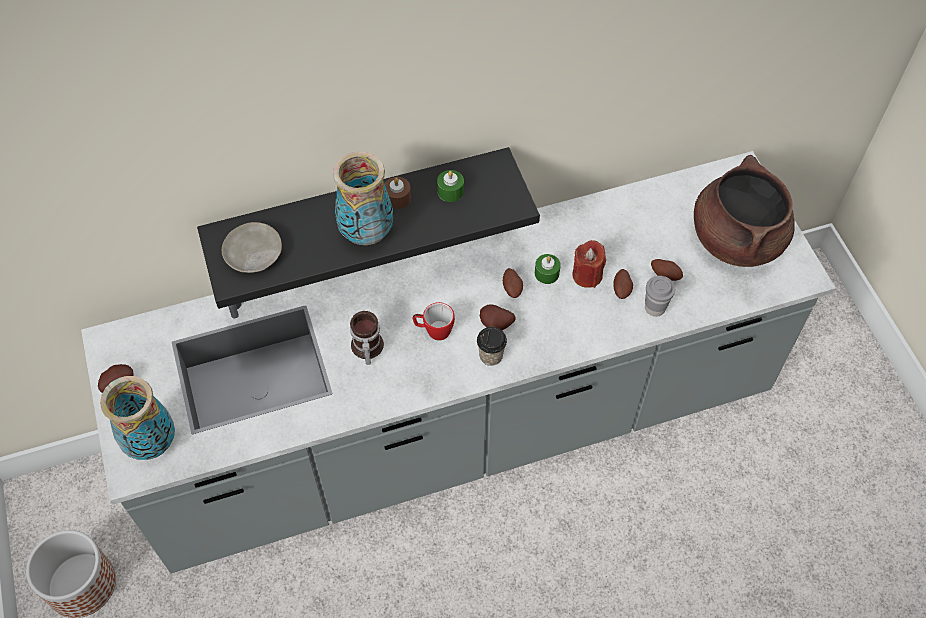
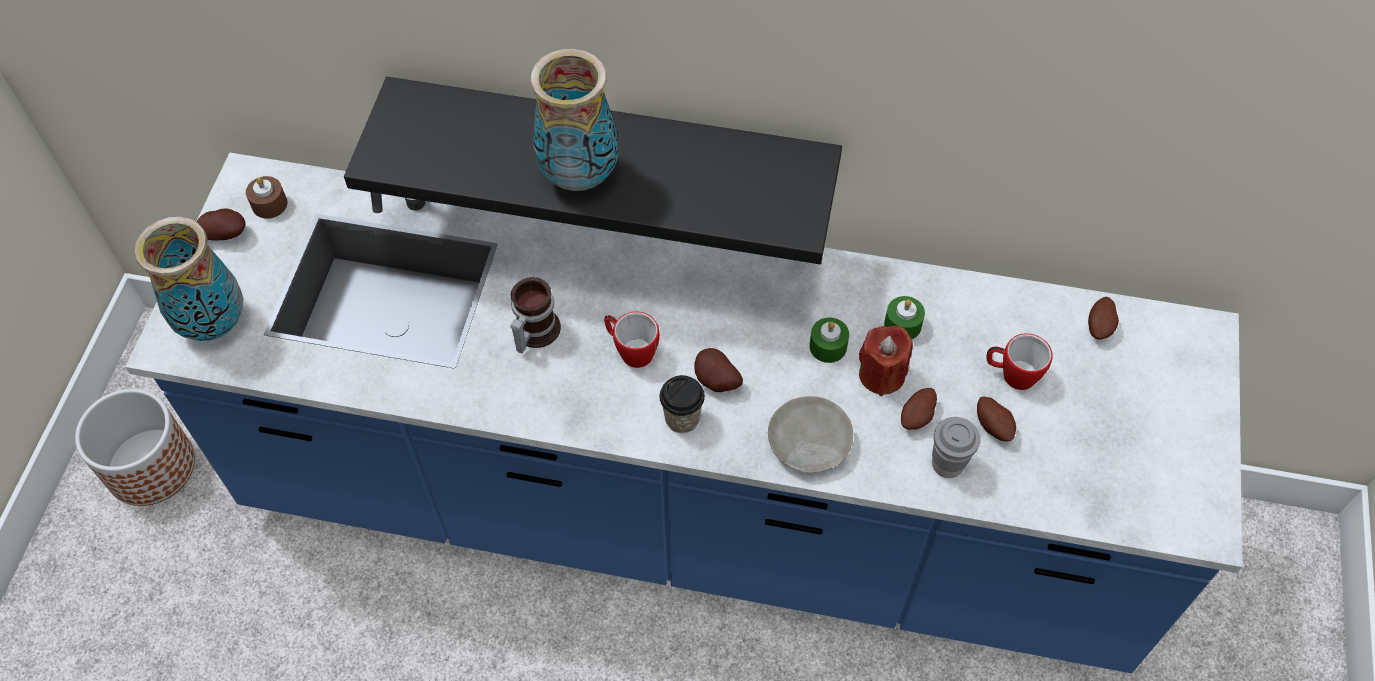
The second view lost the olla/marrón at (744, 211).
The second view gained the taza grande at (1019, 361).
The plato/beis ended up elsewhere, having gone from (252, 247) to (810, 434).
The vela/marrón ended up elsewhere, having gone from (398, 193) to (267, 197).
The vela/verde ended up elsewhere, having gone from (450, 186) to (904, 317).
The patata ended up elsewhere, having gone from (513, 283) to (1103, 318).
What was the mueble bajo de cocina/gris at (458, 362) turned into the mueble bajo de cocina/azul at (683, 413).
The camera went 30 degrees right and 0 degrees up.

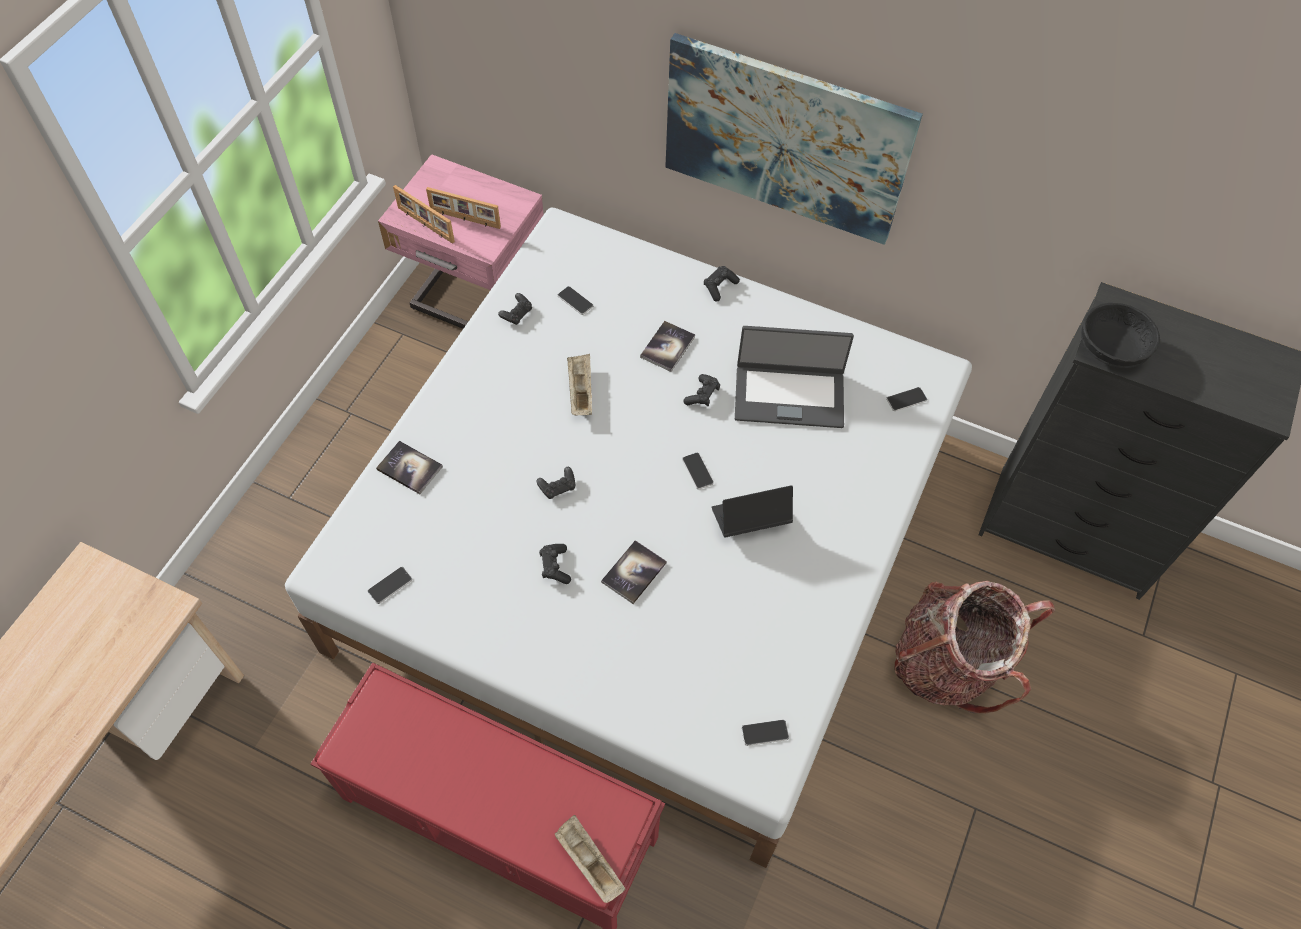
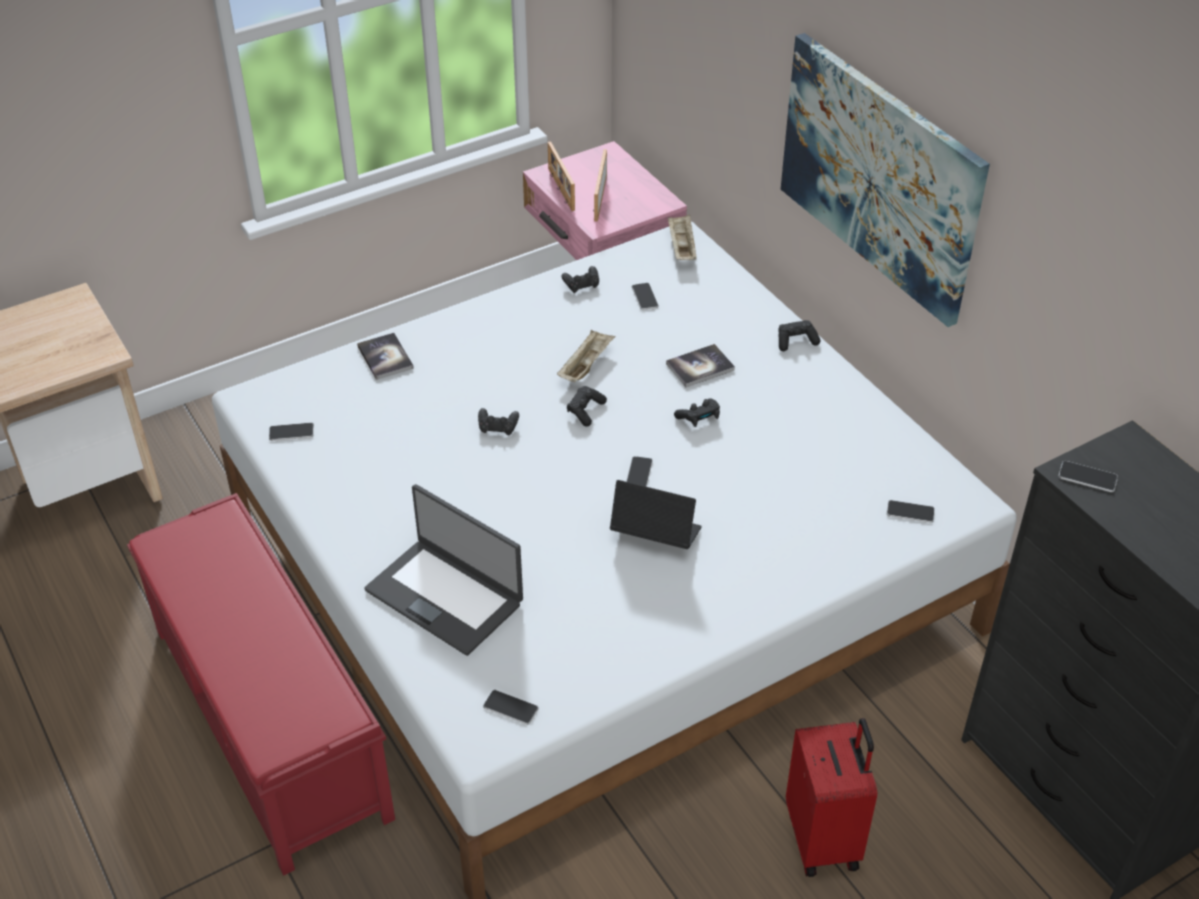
The second view lost the libro at (634, 572).
The mando de consola/negro ended up elsewhere, having gone from (555, 564) to (587, 406).
The bandeja/beis ended up elsewhere, having gone from (590, 859) to (682, 237).
The portátil ended up elsewhere, having gone from (794, 377) to (443, 570).
Where the mochila stood at (975, 647), the maleta/rojo came to stand at (831, 797).
Where the cuenco/negro stood at (1120, 335), the móvil came to stand at (1088, 476).
The portarretratos at (463, 208) ended up facing another way, 45 degrees clockwise from before.
The camera went 35 degrees right and 15 degrees down.

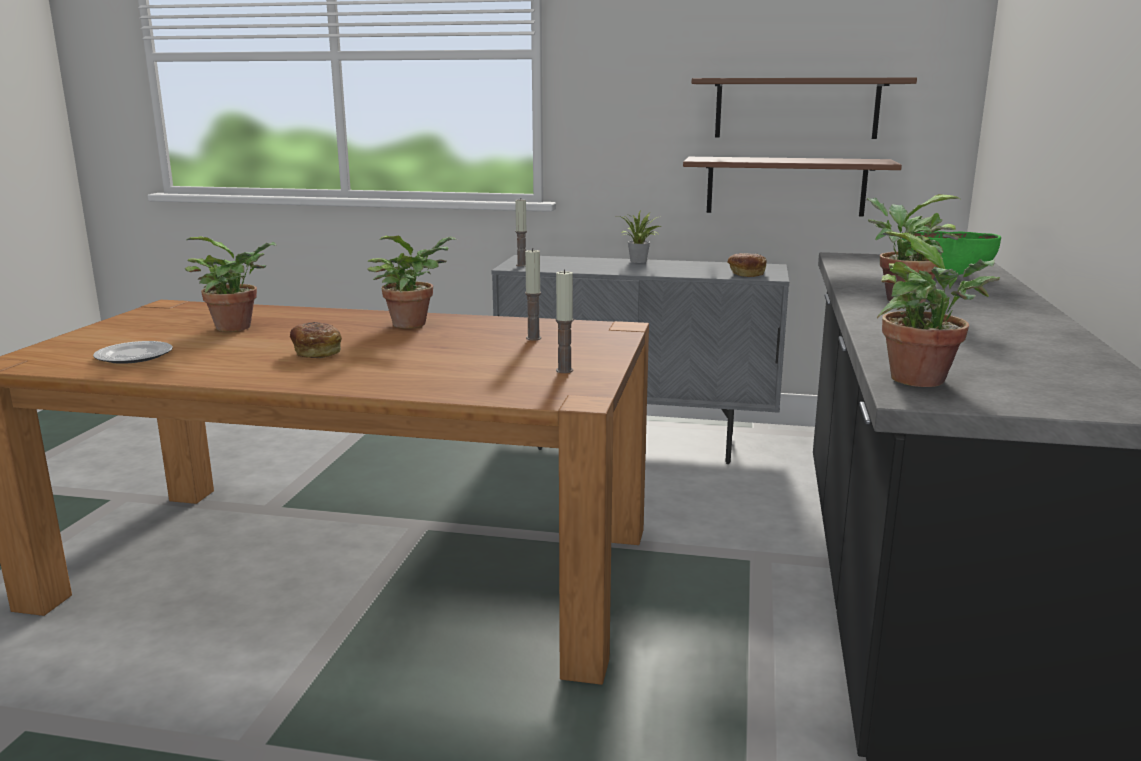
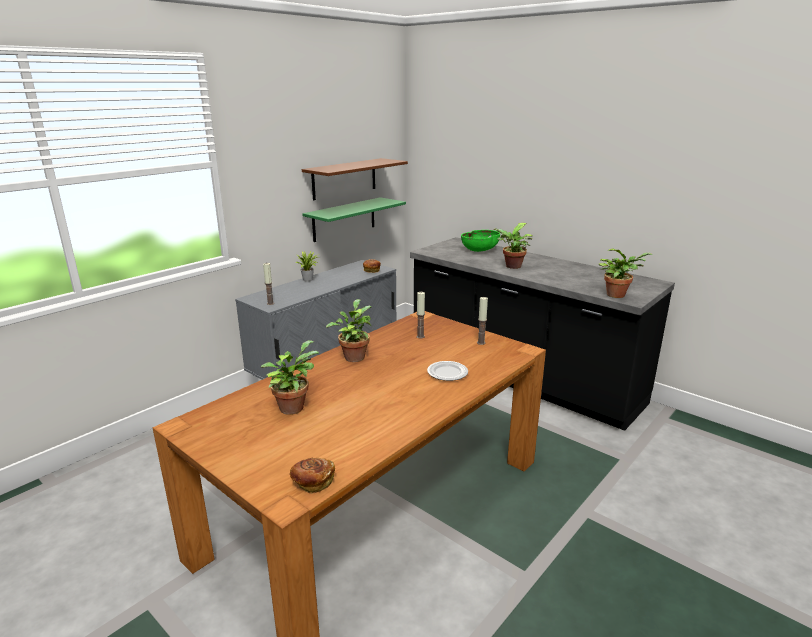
The plato ended up elsewhere, having gone from (133, 352) to (447, 371).
The pan ended up elsewhere, having gone from (316, 340) to (312, 476).
What was the estante/marrón at (792, 187) turned into the estante/verde at (354, 219).
The camera went 60 degrees left and 5 degrees up.

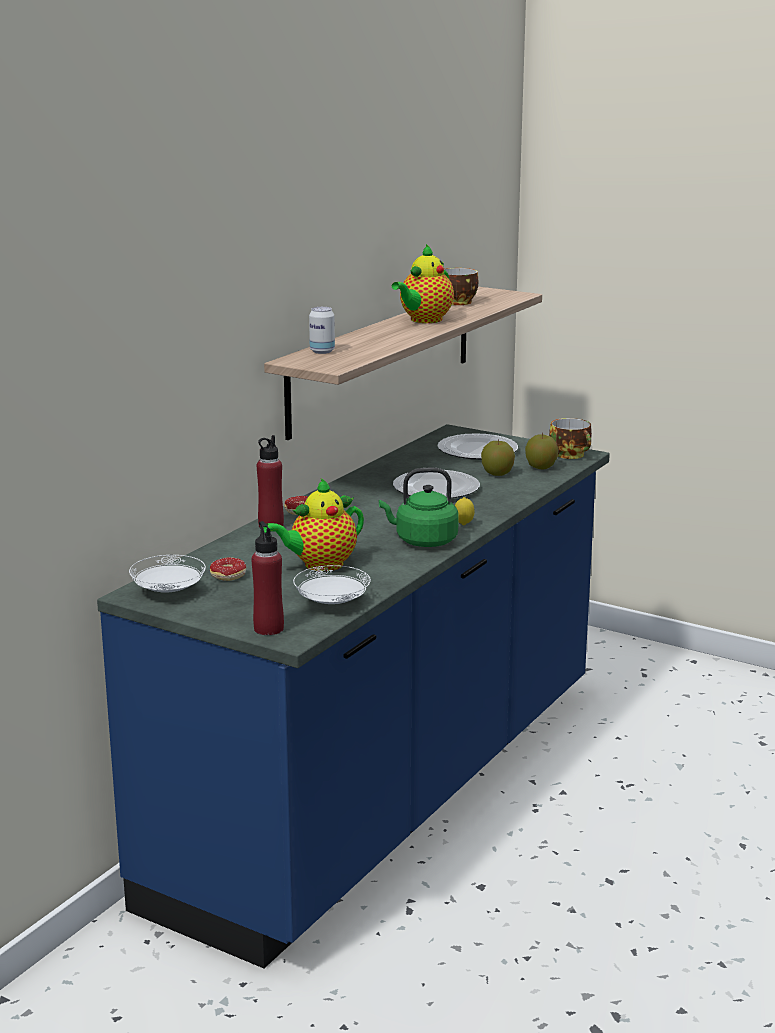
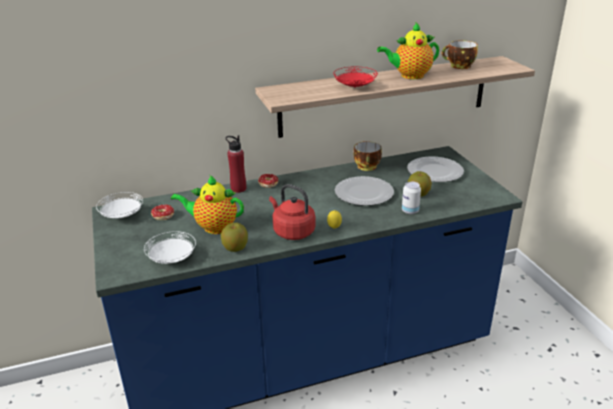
The second view lost the botella/rojo at (267, 578).
The second view gained the plato/rojo at (355, 77).
The lata ended up elsewhere, having gone from (322, 330) to (411, 198).
The manzana ended up elsewhere, having gone from (541, 451) to (234, 237).
The taza ended up elsewhere, having gone from (570, 438) to (367, 156).
What was the hervidor/verde at (419, 507) turned into the hervidor/rojo at (292, 212).
The camera went 40 degrees right and 10 degrees up.

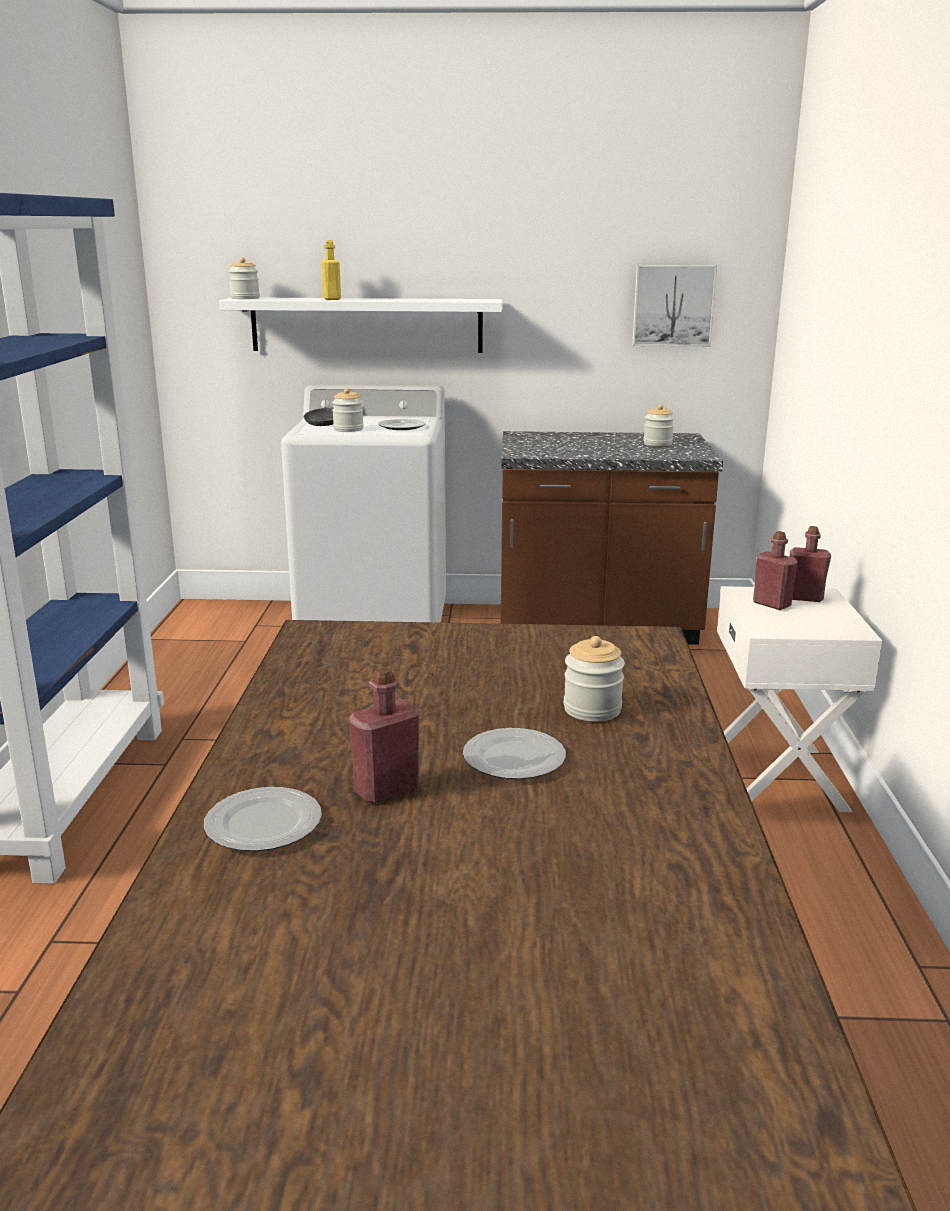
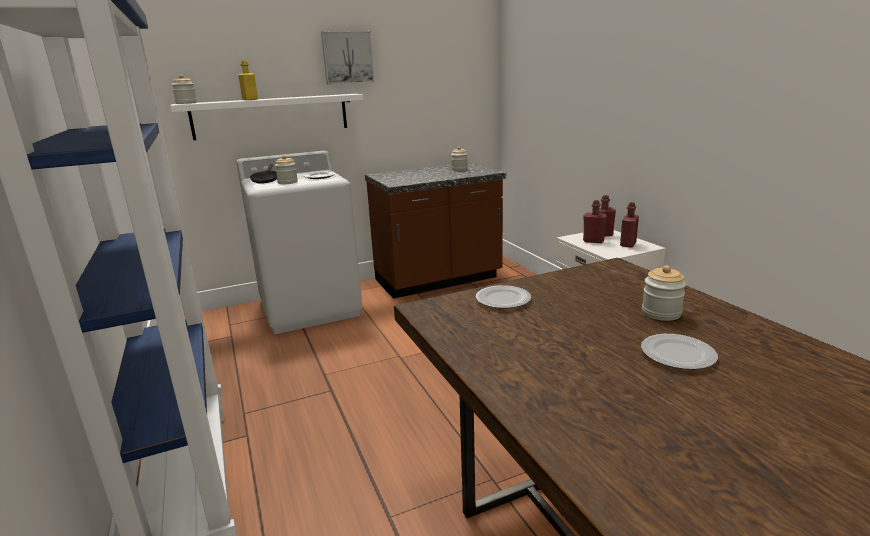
The plato ended up elsewhere, having gone from (263, 819) to (503, 297).
The botella/rojo ended up elsewhere, having gone from (384, 735) to (629, 225).
The cuadro ended up elsewhere, having gone from (674, 306) to (348, 58).
The camera went 25 degrees left and 0 degrees up.

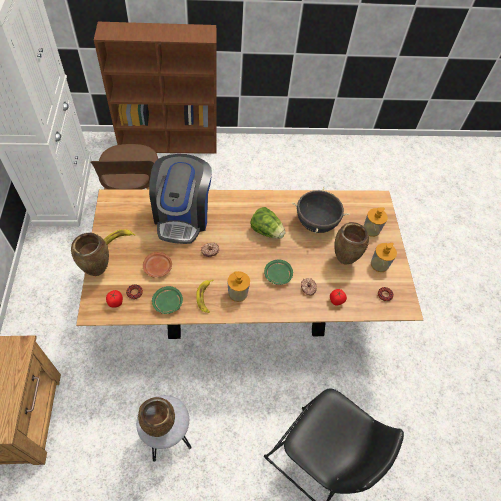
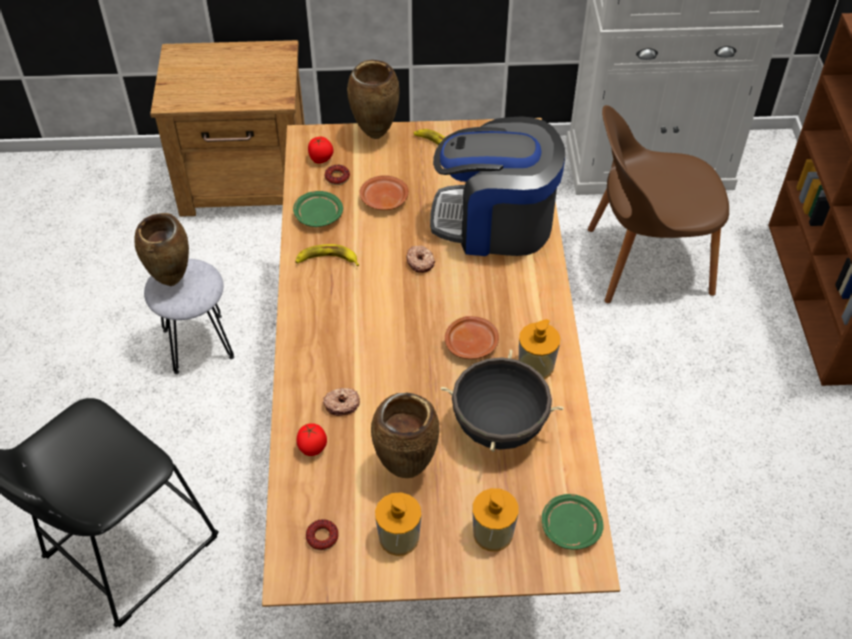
The dispensador de jabón ended up elsewhere, having gone from (238, 286) to (539, 349).
The plato/verde ended up elsewhere, having gone from (278, 272) to (573, 522).
Where the lechuga stood at (267, 223), the plato/marrón came to stand at (472, 337).
The camera went 95 degrees right and 5 degrees down.

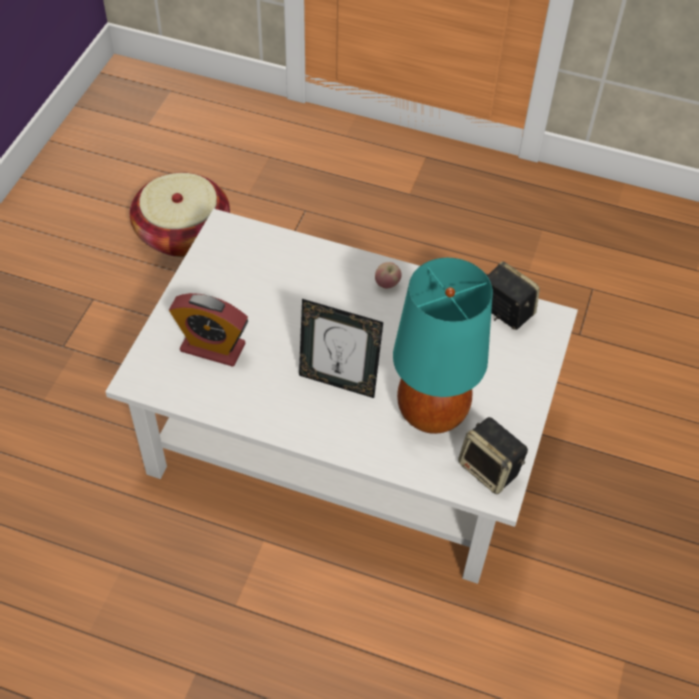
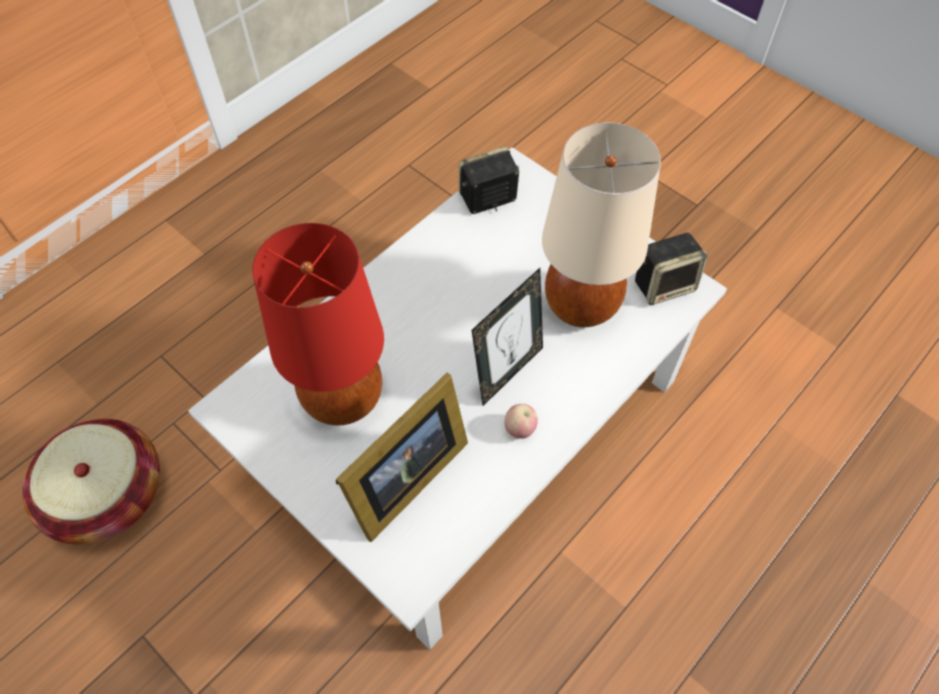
The second view gained the lámpara de mesa/rojo at (318, 324).
The manzana ended up elsewhere, having gone from (388, 275) to (521, 421).
Where the despertador stood at (208, 330), the portarretratos came to stand at (402, 457).
What was the lámpara de mesa/turquesa at (443, 346) turned into the lámpara de mesa/beis at (601, 224).
The camera went 65 degrees left and 5 degrees up.

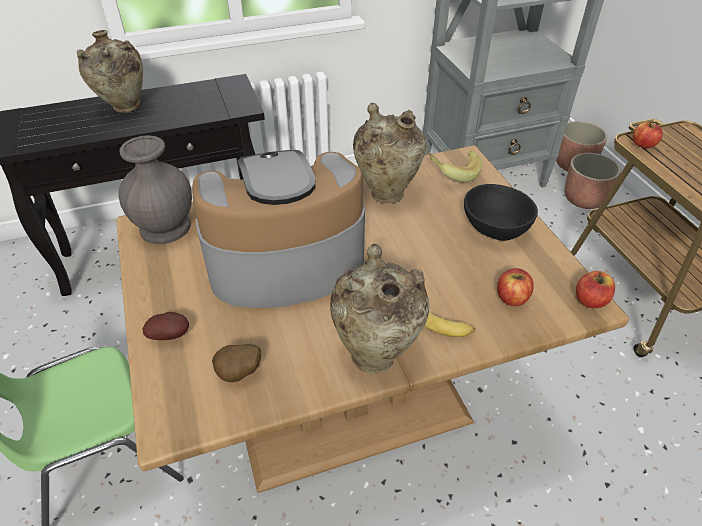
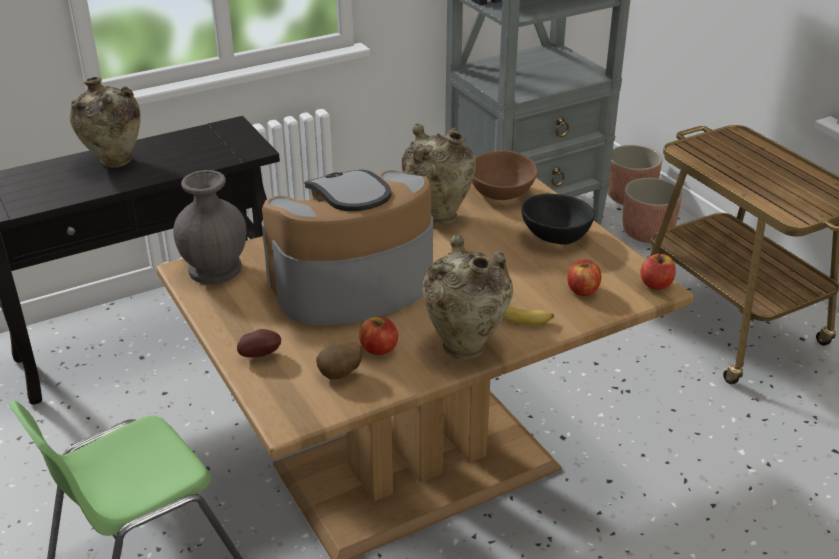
The manzana ended up elsewhere, having gone from (648, 135) to (378, 336).
Where the plátano stood at (453, 166), the cuenco/marrón came to stand at (505, 175).
The camera went 10 degrees left and 10 degrees down.

